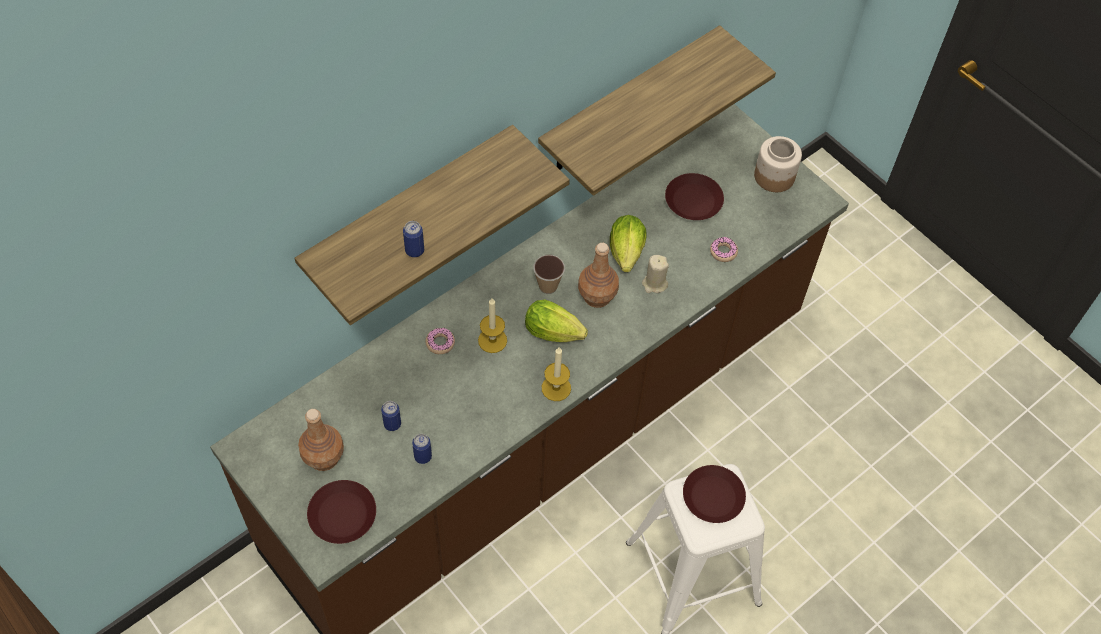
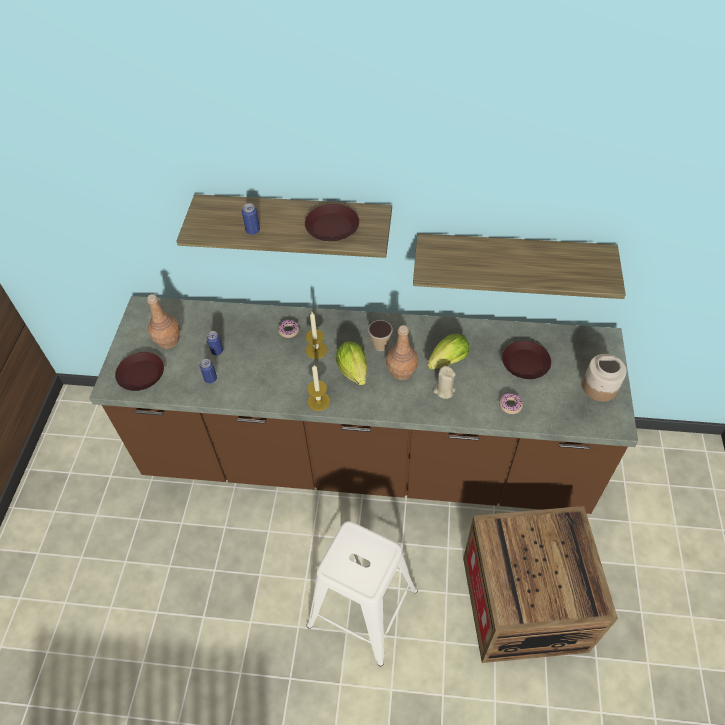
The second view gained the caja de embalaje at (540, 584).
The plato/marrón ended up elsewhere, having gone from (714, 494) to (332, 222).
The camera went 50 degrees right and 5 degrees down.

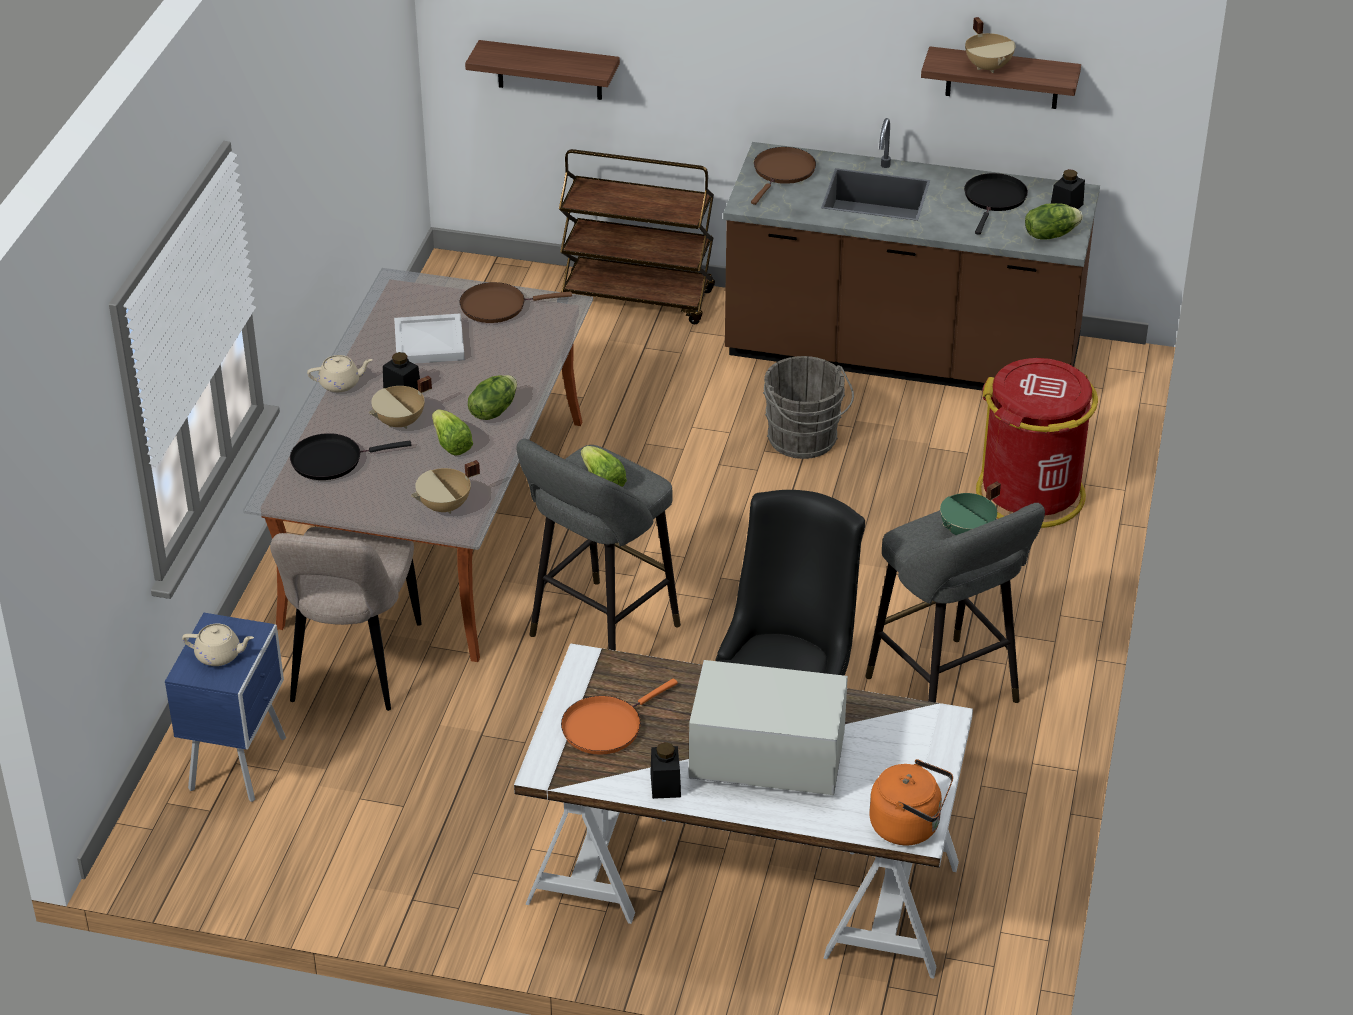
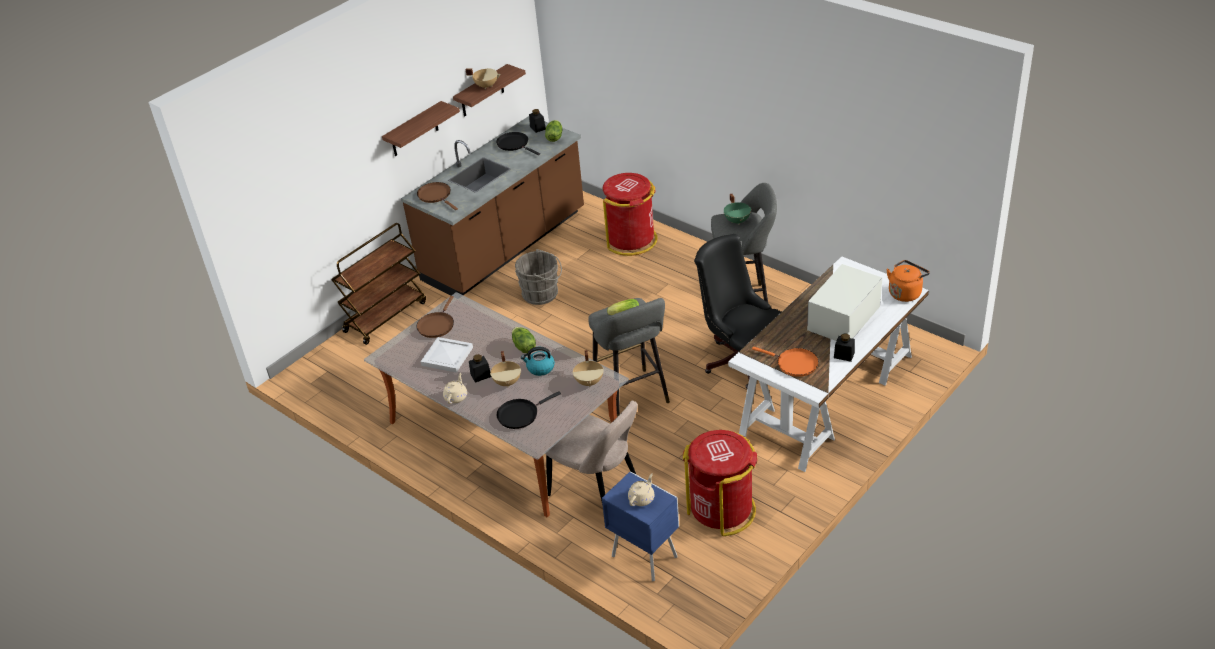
The second view gained the papelera/rojo at (720, 483).
The estante ended up elsewhere, having gone from (542, 70) to (421, 128).
Where the lechuga stood at (452, 432), the hervidor came to stand at (538, 361).
The sartén/negro at (351, 456) ended up facing another way, 45 degrees clockwise from before.
The sartén/naranja at (619, 716) ended up facing another way, 45 degrees counterclockwise from before.
The camera went 60 degrees left and 0 degrees up.

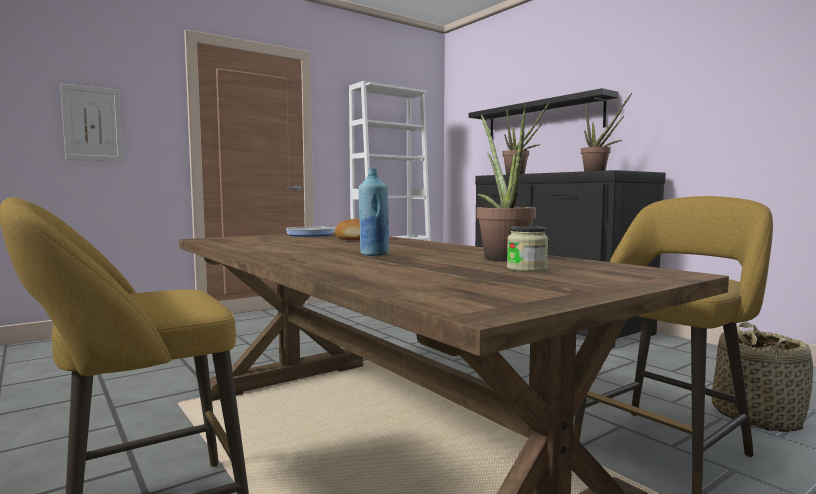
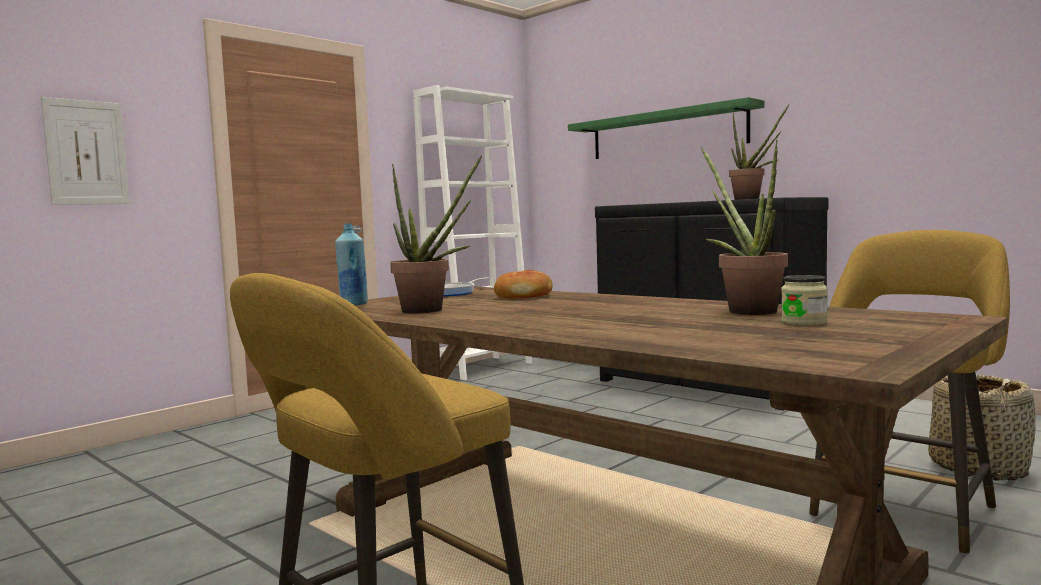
The botella/azul ended up elsewhere, having gone from (374, 212) to (351, 264).
The planta en maceta ended up elsewhere, having gone from (526, 138) to (436, 234).
What was the estante/negro at (543, 113) turned into the estante/verde at (666, 128).
The camera went 10 degrees left and 0 degrees up.

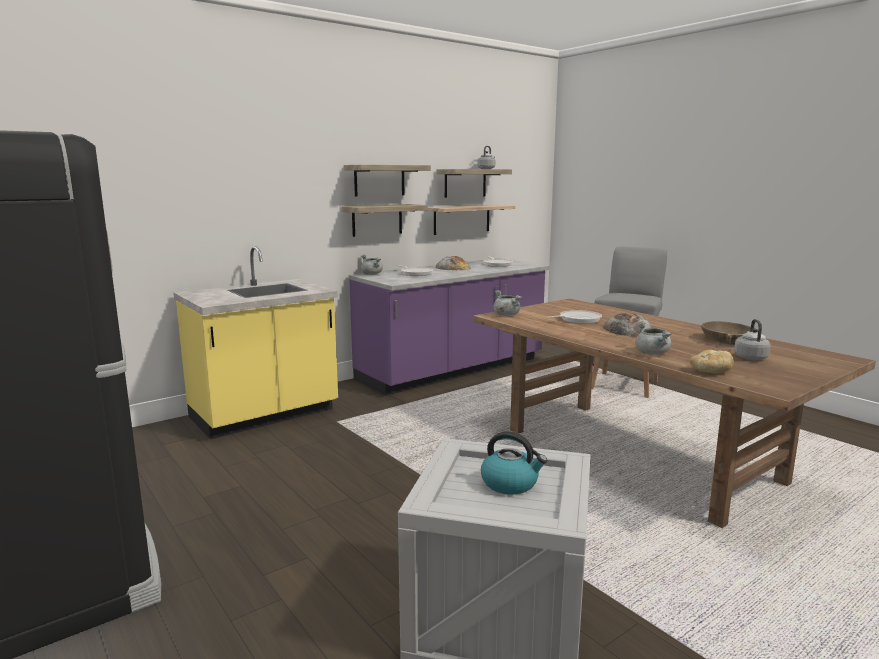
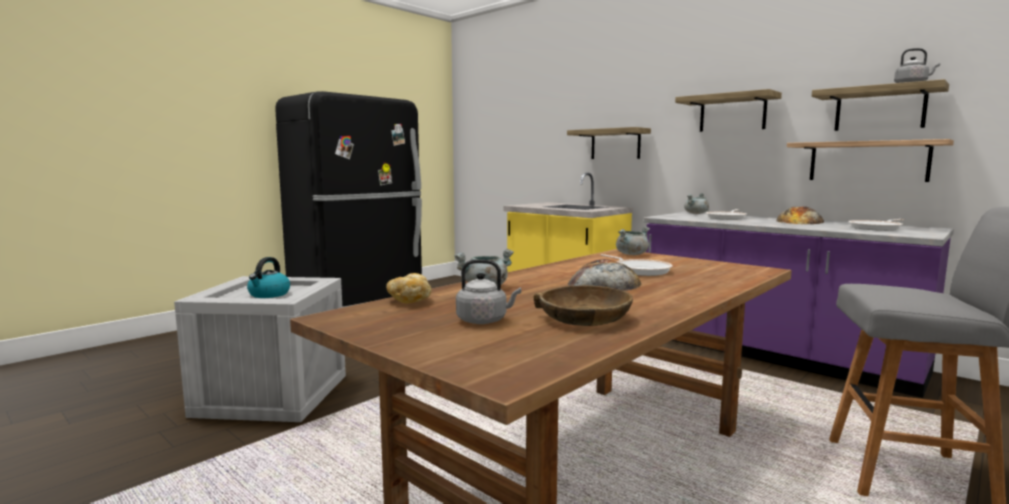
The estante ended up elsewhere, having gone from (385, 220) to (609, 143).
The camera went 80 degrees right and 5 degrees down.

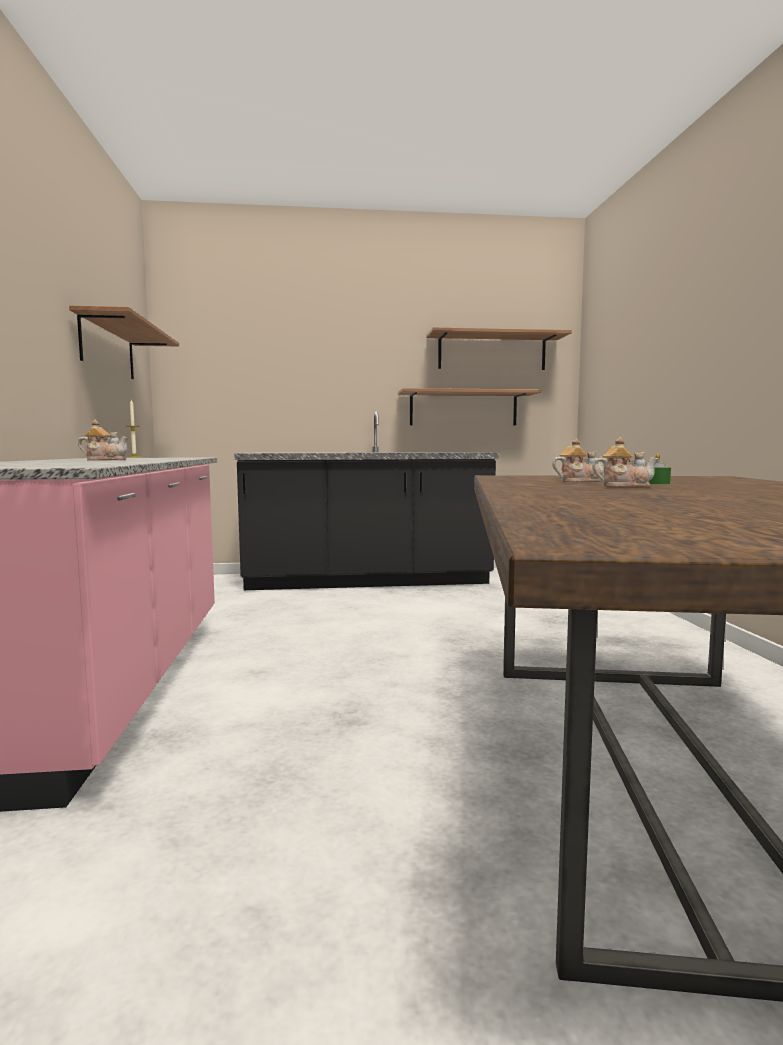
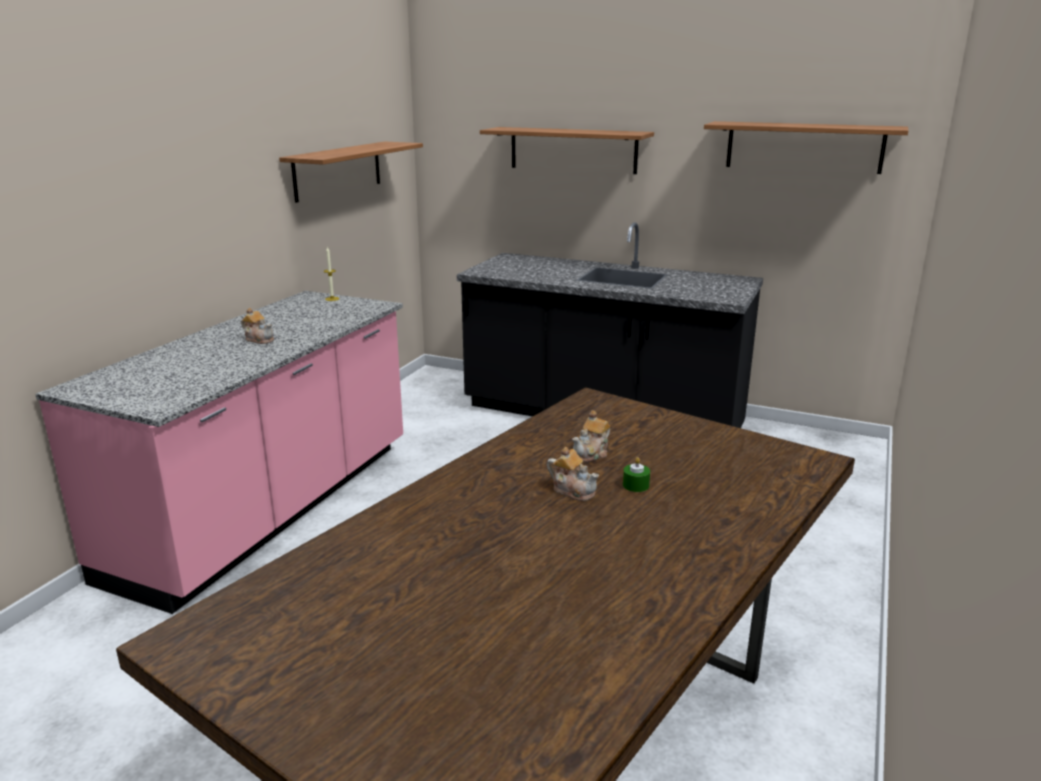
The estante ended up elsewhere, having gone from (469, 406) to (567, 150).
The tetera at (578, 460) ended up facing another way, 105 degrees clockwise from before.
The camera went 30 degrees right and 15 degrees up.

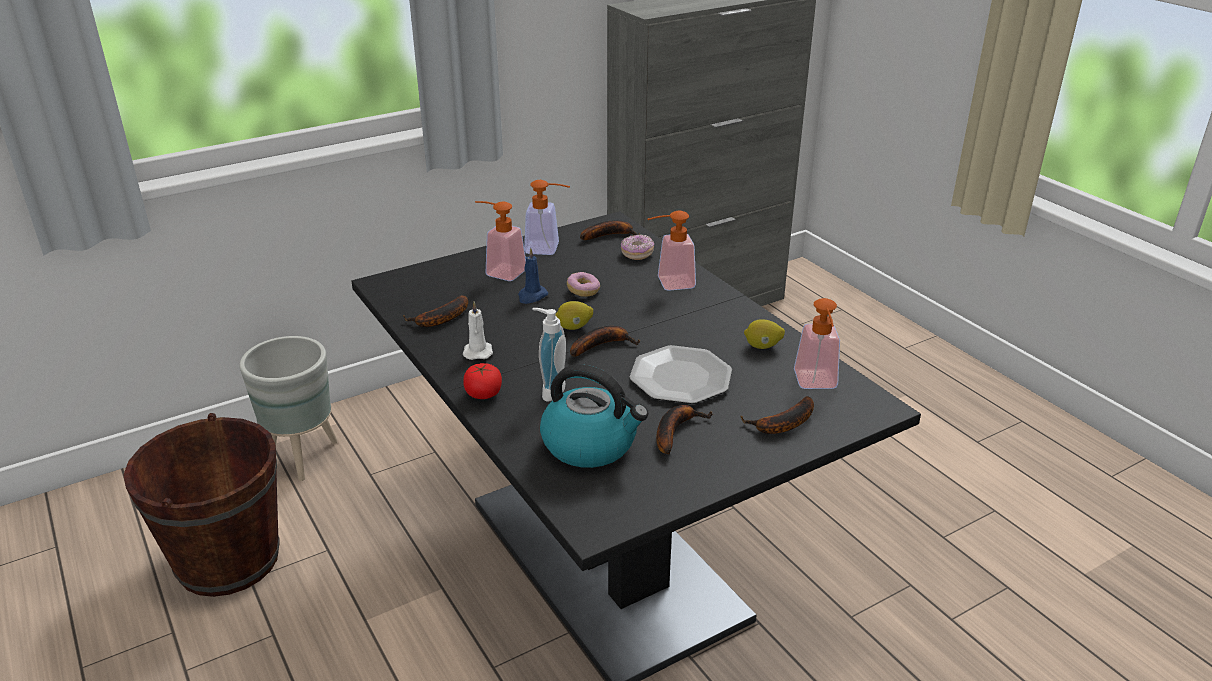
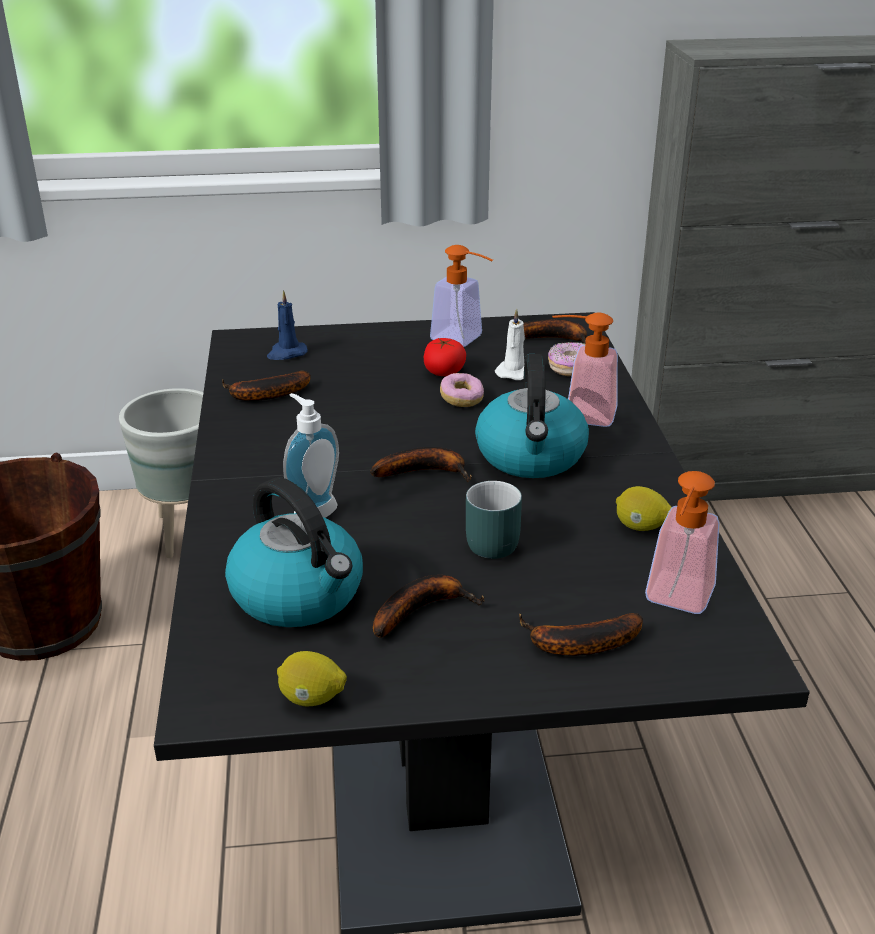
The second view lost the dispensador de jabón at (500, 241).
The second view gained the hervidor at (532, 416).
The vela/blanco ended up elsewhere, having gone from (478, 330) to (510, 344).
The tomate ended up elsewhere, having gone from (482, 381) to (445, 357).
The vela/azul ended up elsewhere, having gone from (533, 276) to (287, 325).
The limón ended up elsewhere, having gone from (574, 315) to (312, 678).
Where the plato stood at (680, 374), the taza grande/turquesa came to stand at (494, 520).
The camera went 25 degrees right and 0 degrees up.

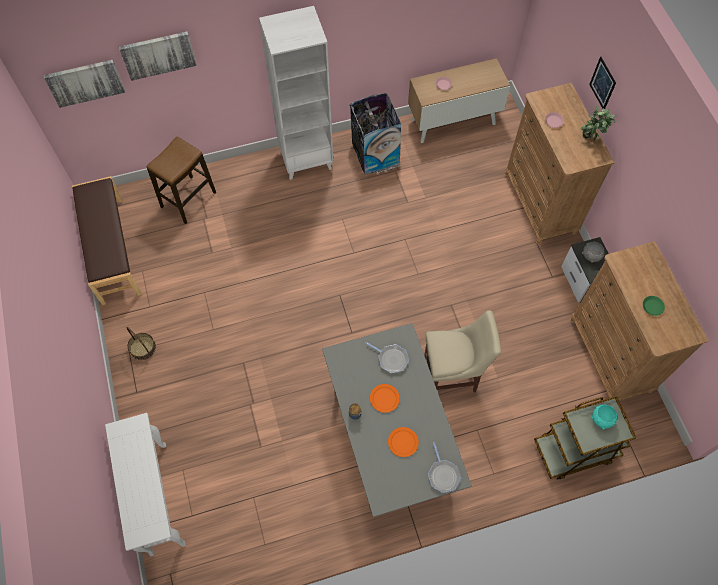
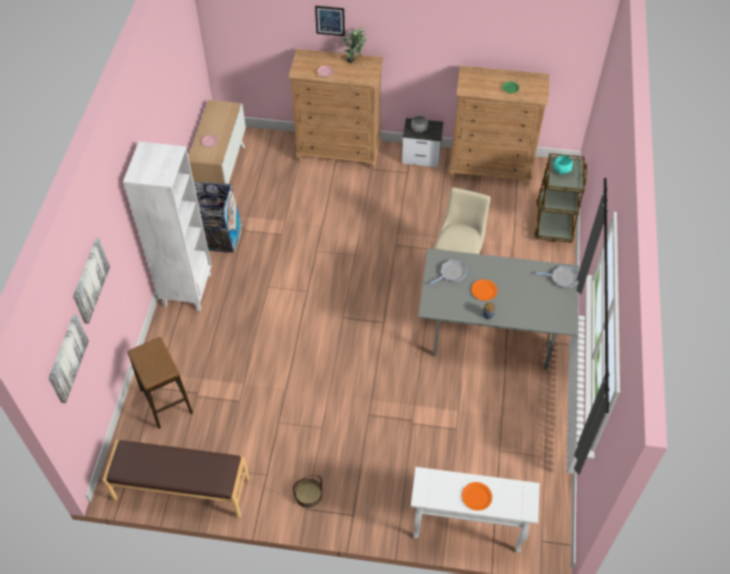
The plato/naranja ended up elsewhere, having gone from (403, 442) to (477, 496).
The camera went 65 degrees left and 10 degrees down.

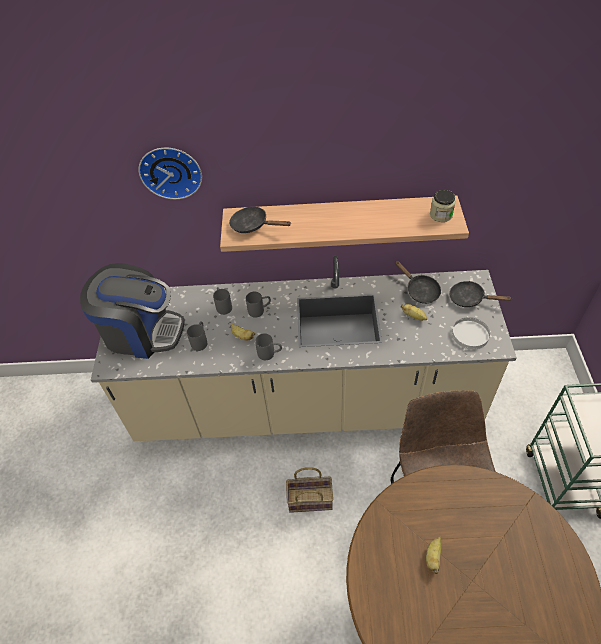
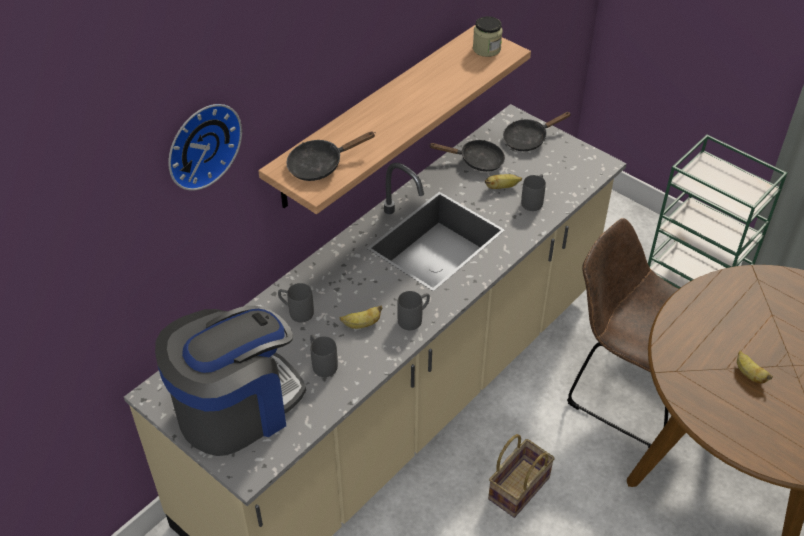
The second view lost the plato/blanco at (471, 333).
The taza grande/gris ended up elsewhere, having gone from (258, 305) to (533, 192).
The camera went 50 degrees left and 5 degrees down.

